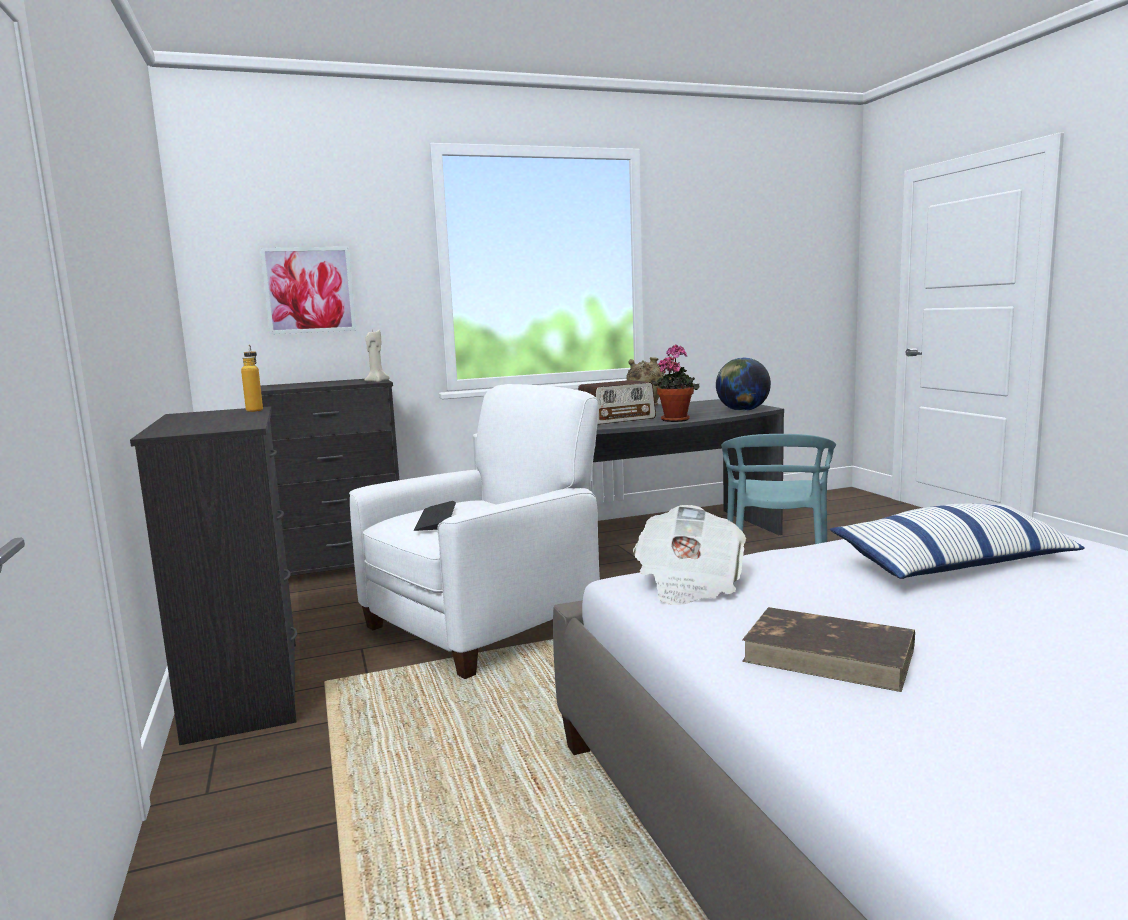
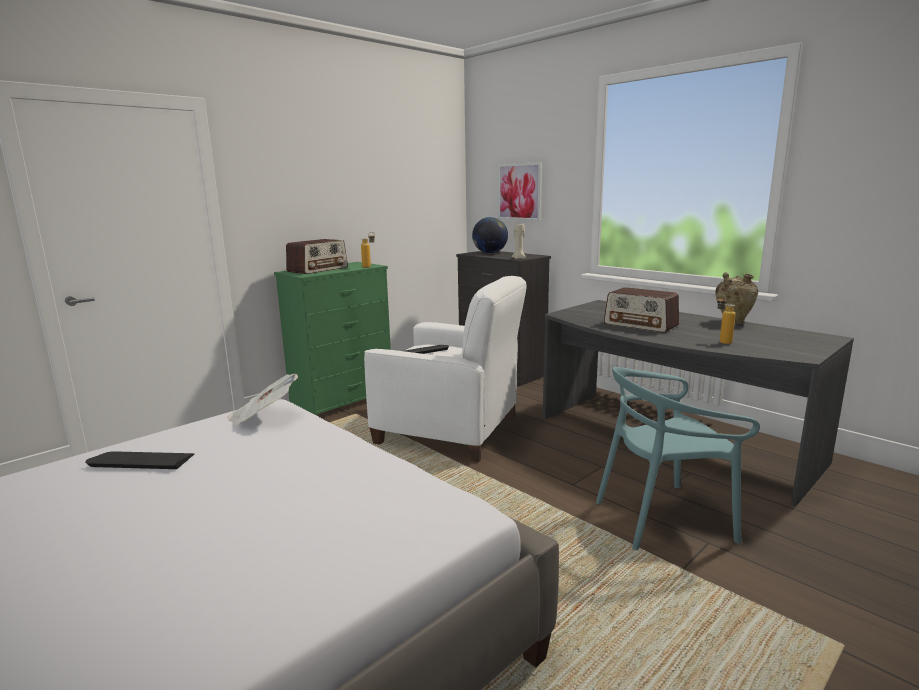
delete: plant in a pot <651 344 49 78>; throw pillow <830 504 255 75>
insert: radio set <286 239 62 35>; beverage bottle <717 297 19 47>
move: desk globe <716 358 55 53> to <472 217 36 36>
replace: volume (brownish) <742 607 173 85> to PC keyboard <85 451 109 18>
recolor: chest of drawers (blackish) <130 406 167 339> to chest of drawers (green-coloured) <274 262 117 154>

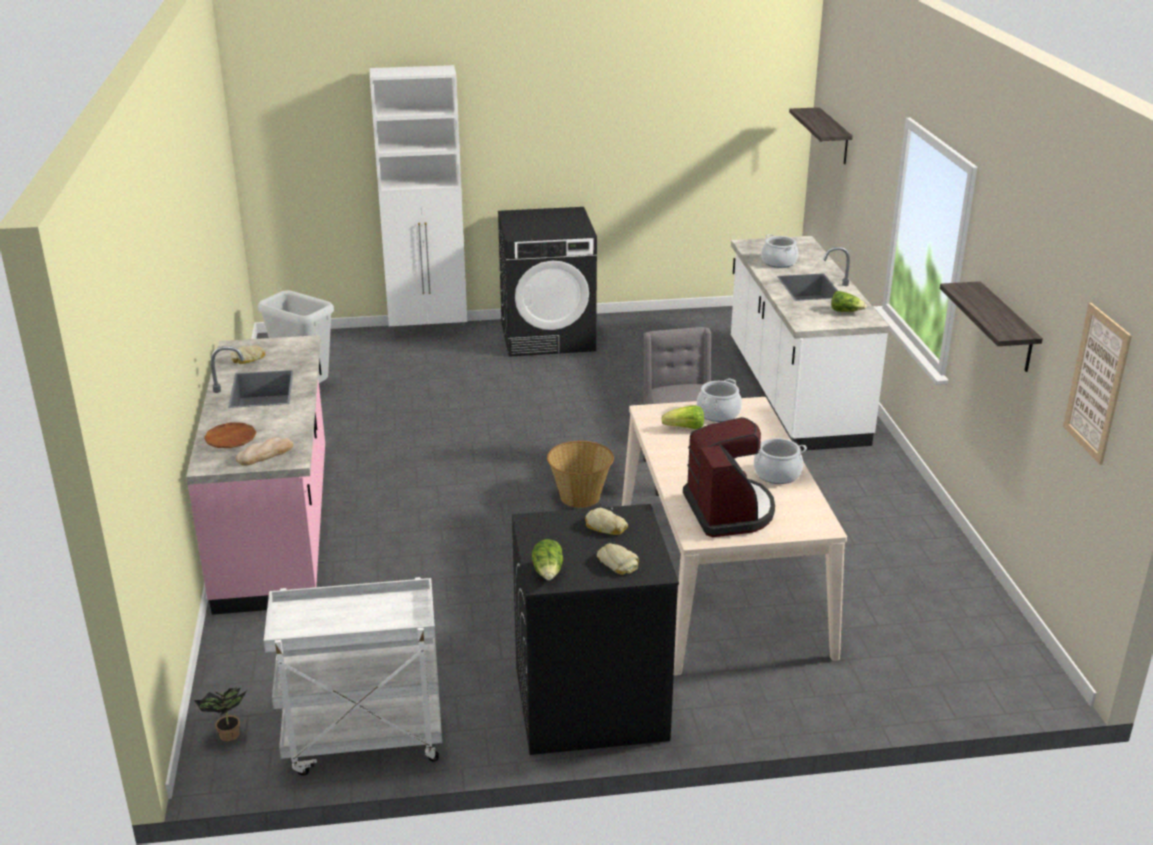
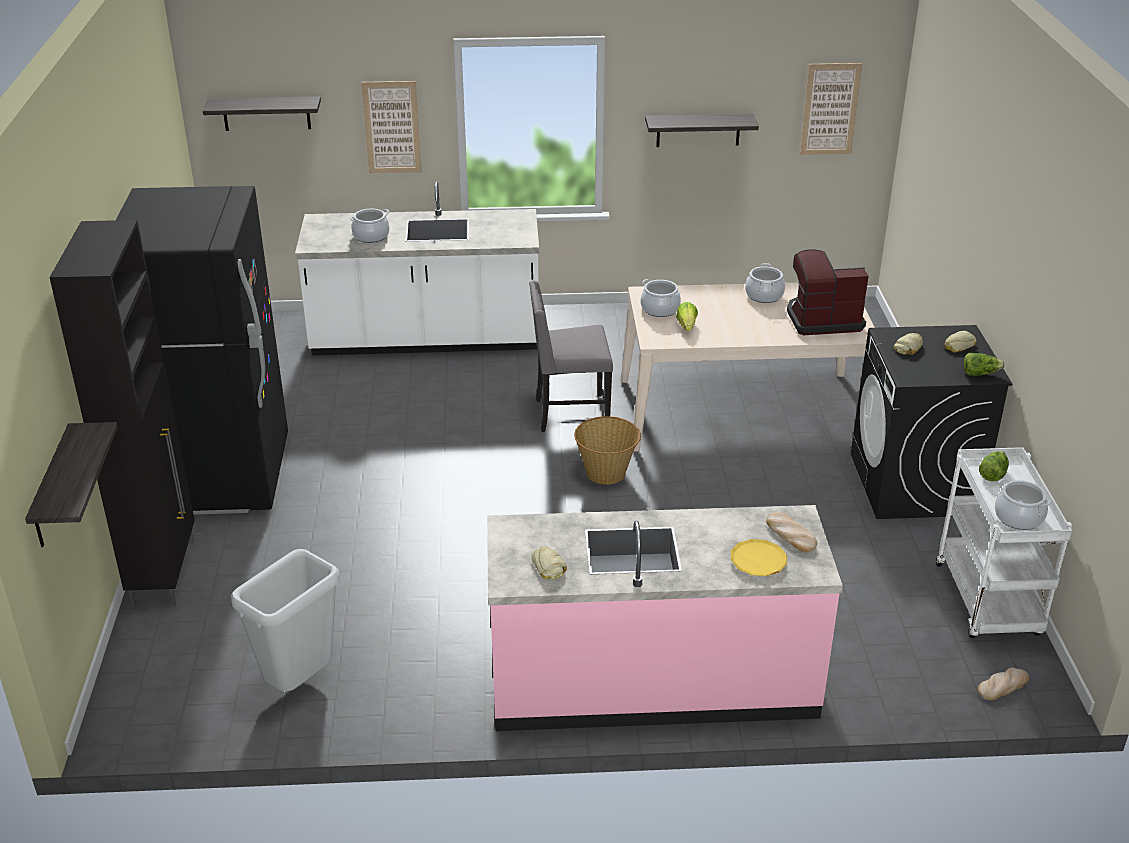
insert: bracket shelf <25 422 93 125>; wall art <361 81 61 92>; stockpot <995 479 57 51>
move: lettuce <831 291 36 21> to <979 451 30 30>
replace: laundry machine (blackish) <498 207 99 150> to kitchen fridge (blackish) <116 186 172 329>; plant in a pot <194 686 53 56> to baked bread <978 667 51 33>
recolor: cupboard (whitish) <370 65 97 277> to cupboard (blackish) <49 220 146 388>; dinner plate (brownish) <204 422 53 26> to dinner plate (yellow-coloured) <731 539 56 37>

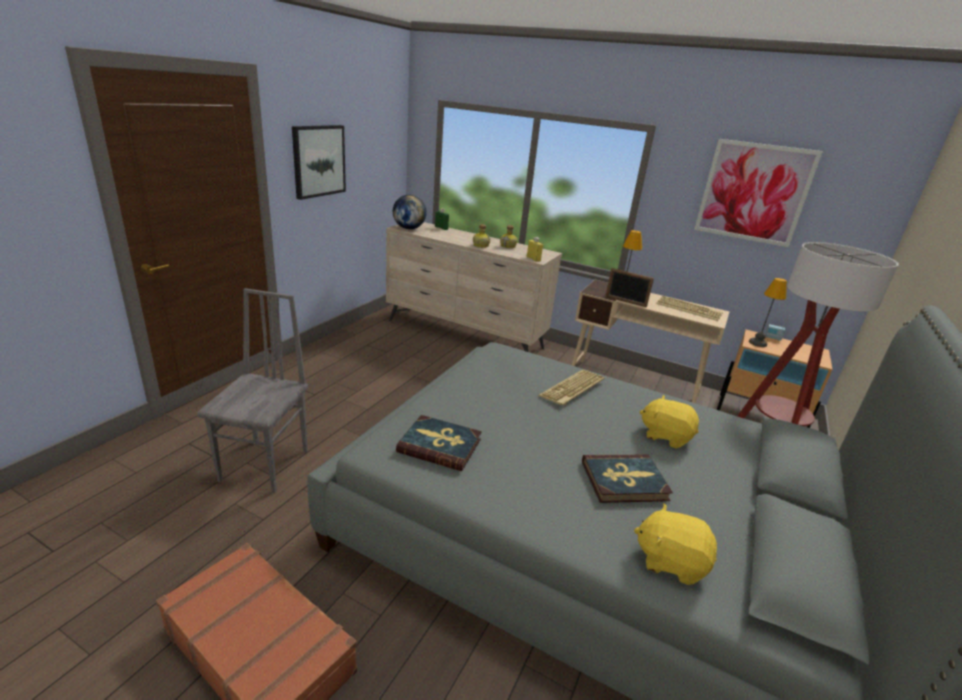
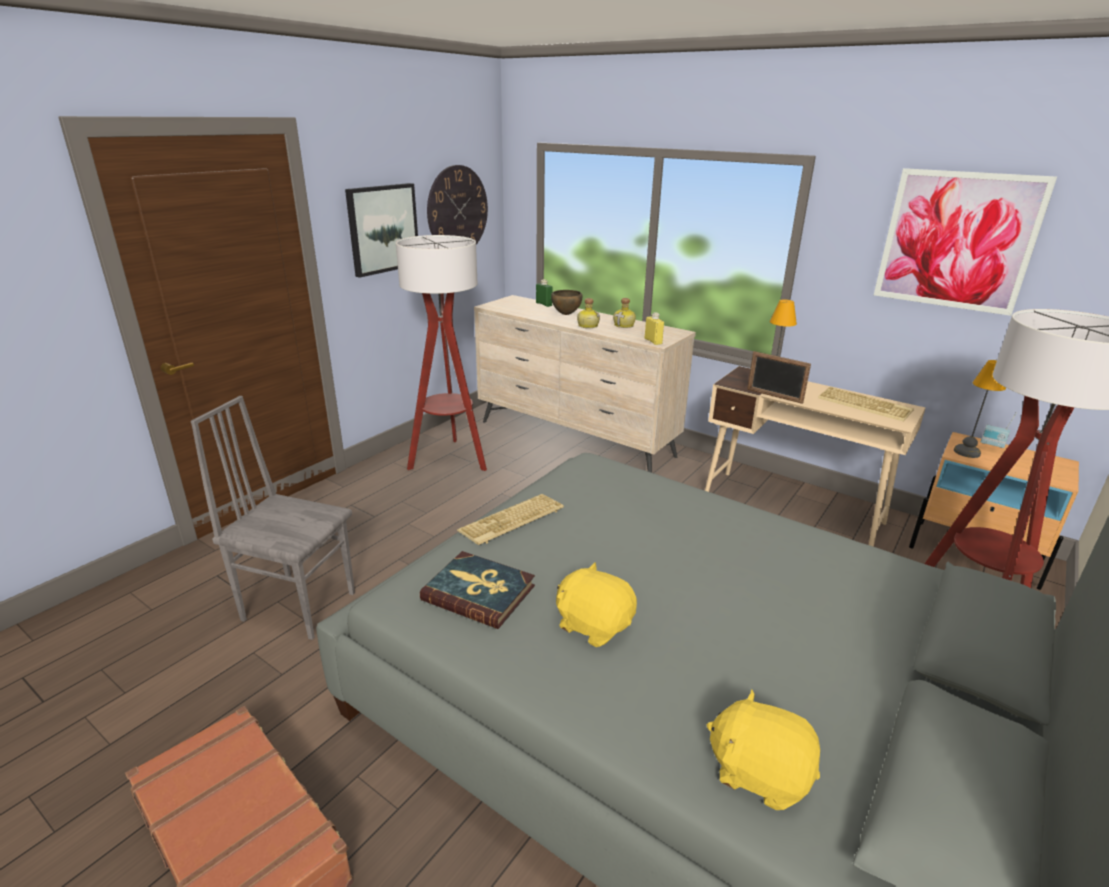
delete: desk globe <393 195 34 34>; volume <582 455 91 48>
insert: standing lamp <396 235 91 236>; wall clock <427 165 61 80>; deep dish (brownish) <551 290 32 25>
move: PC keyboard <538 370 67 36> to <457 494 107 51>; soft toy (yellow-coloured) <640 395 59 53> to <556 563 81 84>
rotate: upright chair (gray) <197 288 111 205> = <191 396 164 244> 90 degrees counterclockwise

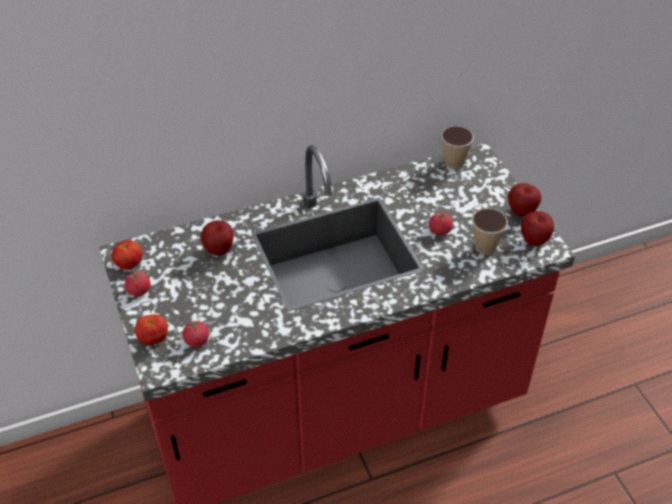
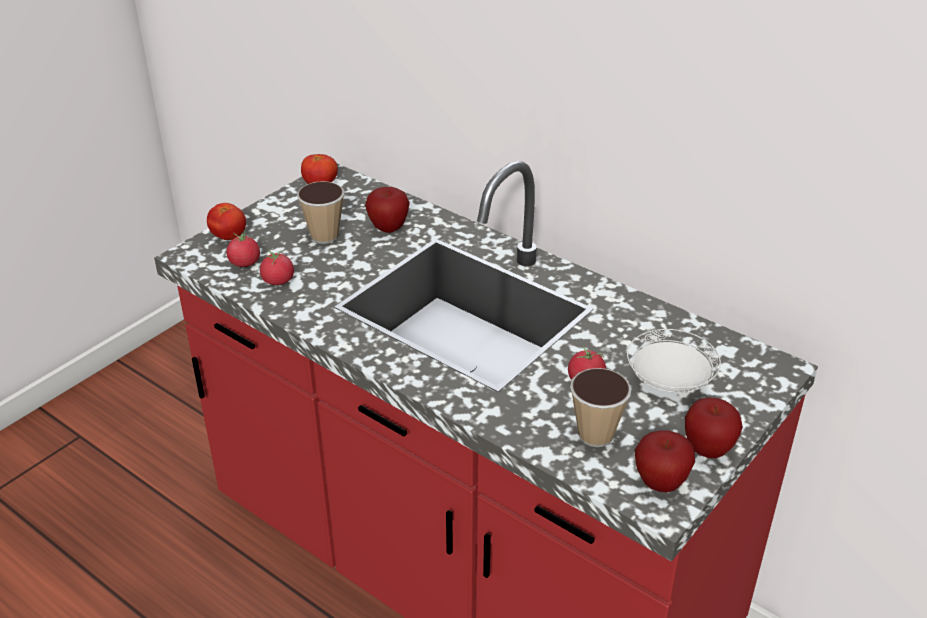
insert: dinner plate (whitish) <627 329 94 64>
move: fresh tomato <125 271 25 25> to <260 250 34 35>; cup <441 126 33 43> to <297 181 47 63>

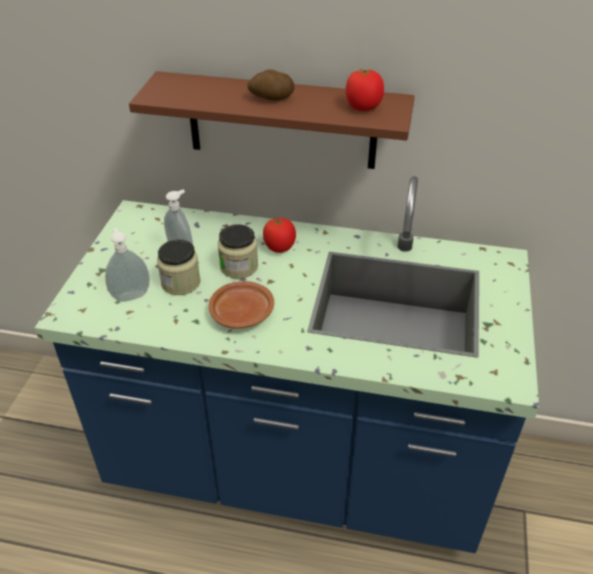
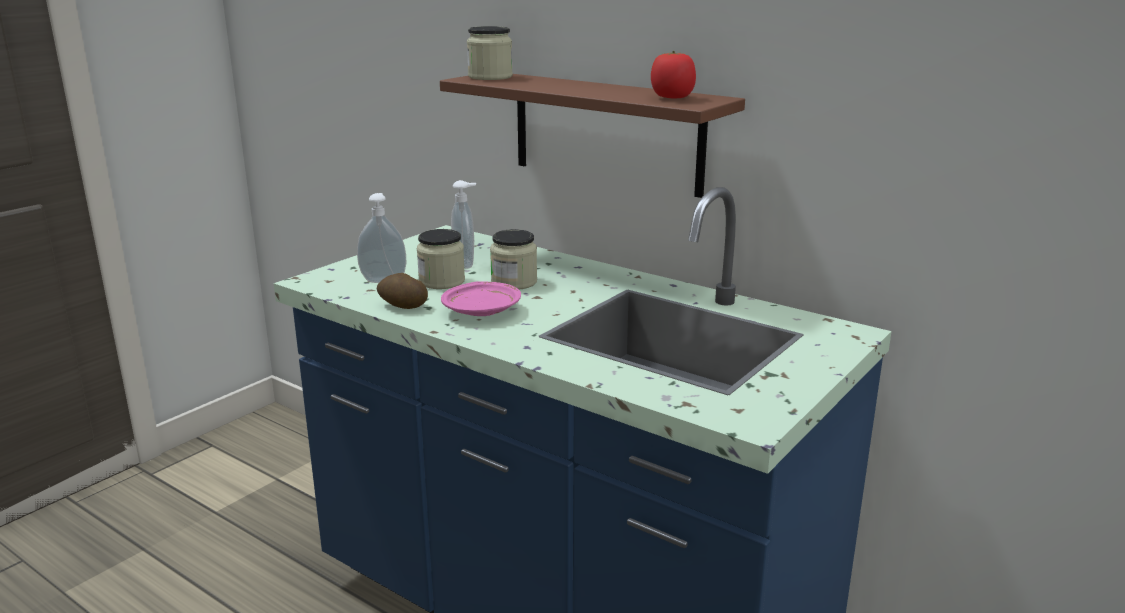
delete: fresh tomato <263 217 33 36>
insert: storage jar <467 26 46 54>
move: potato <247 69 47 32> to <377 273 51 36>
recolor: dinner plate (brownish) <209 281 65 48> to dinner plate (pinkish) <441 281 80 35>

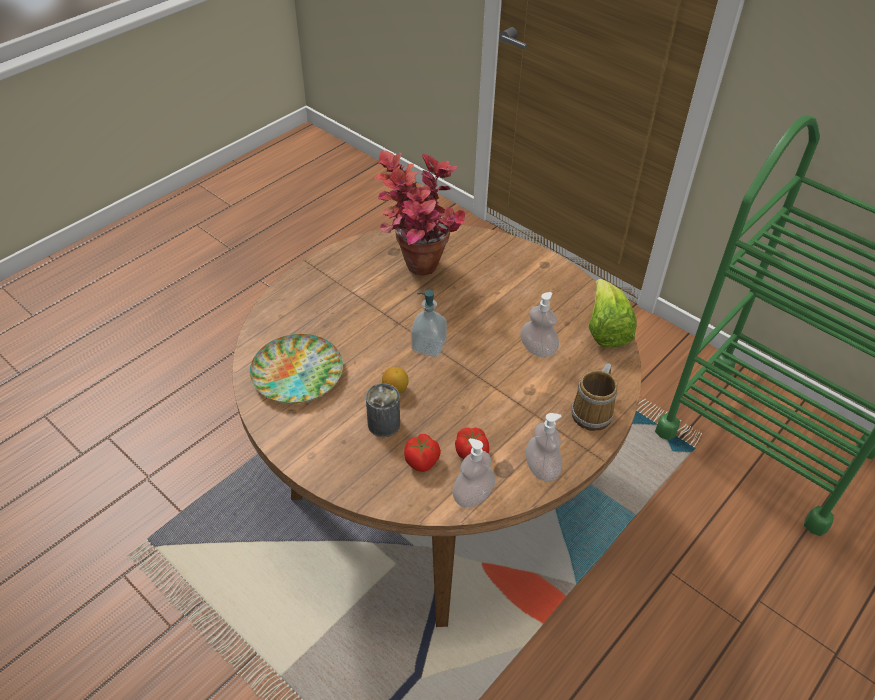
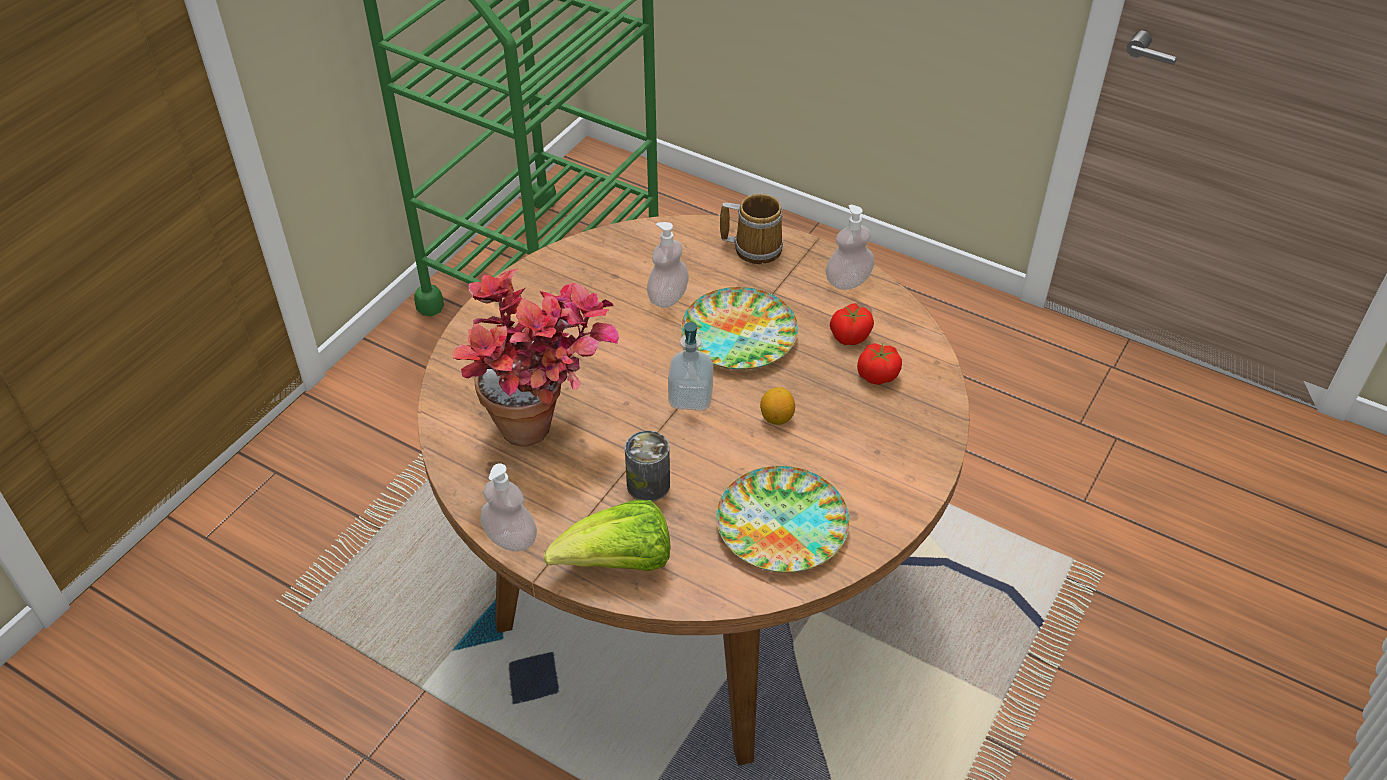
insert: dinner plate <681 287 117 83>
move: soap bottle <453 438 42 69> to <480 463 57 89>; lettuce <588 279 49 69> to <544 500 127 71>; metal can <366 384 34 53> to <625 431 45 71>

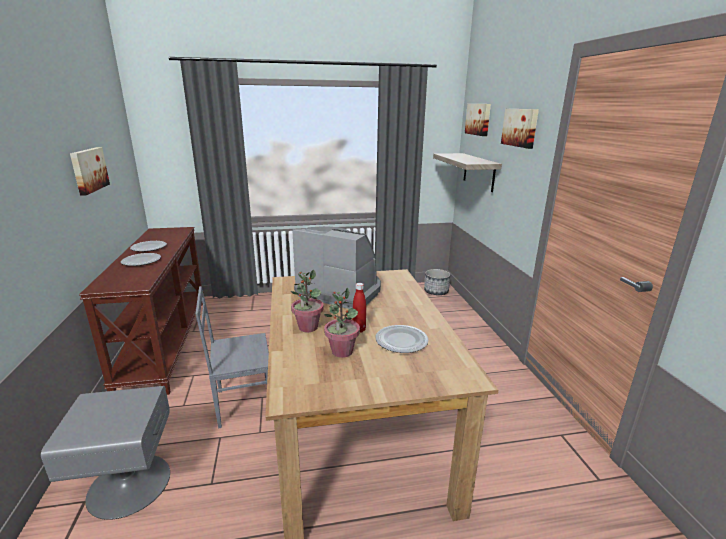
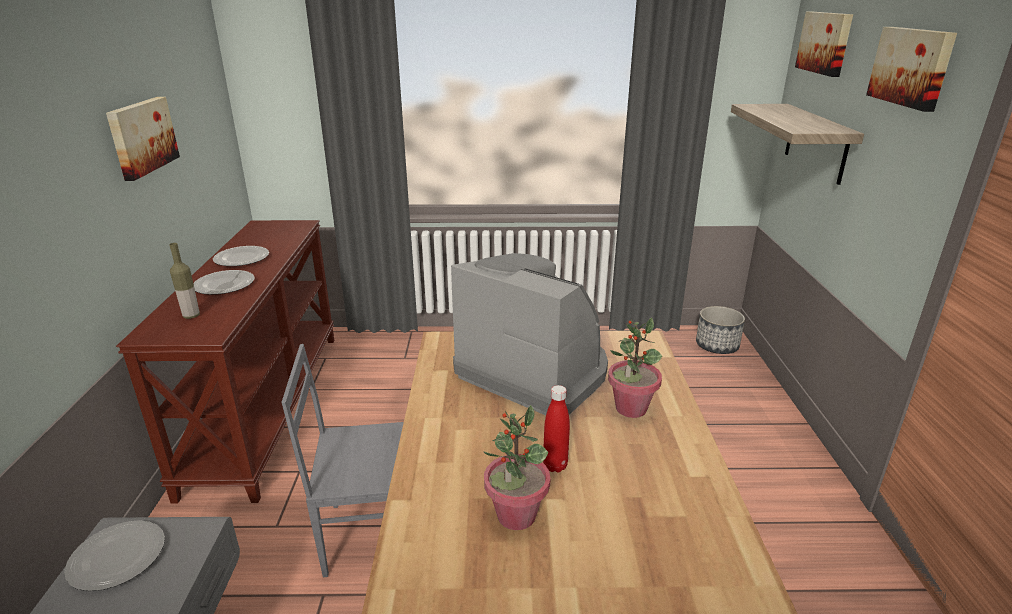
insert: beverage bottle <169 243 31 76>
move: dinner plate <375 325 53 28> to <64 520 101 71>; plant in a pot <291 270 33 62> to <608 317 54 101>

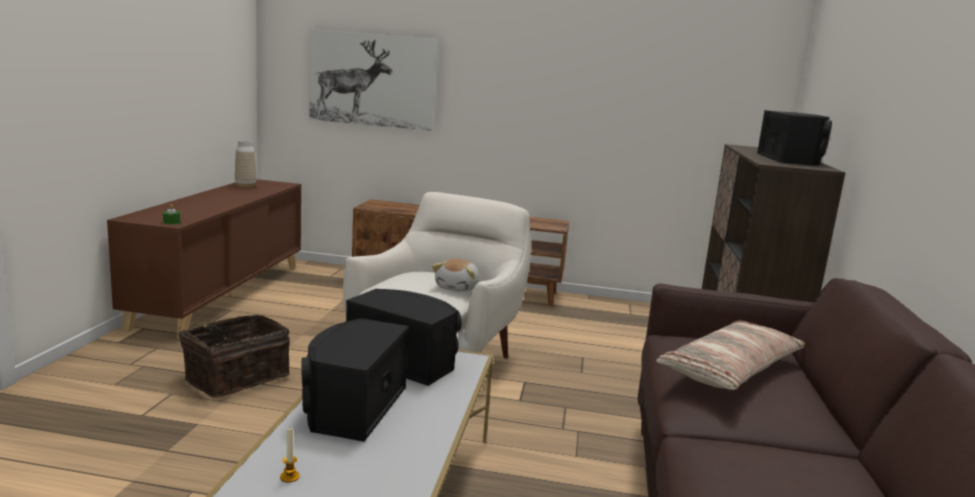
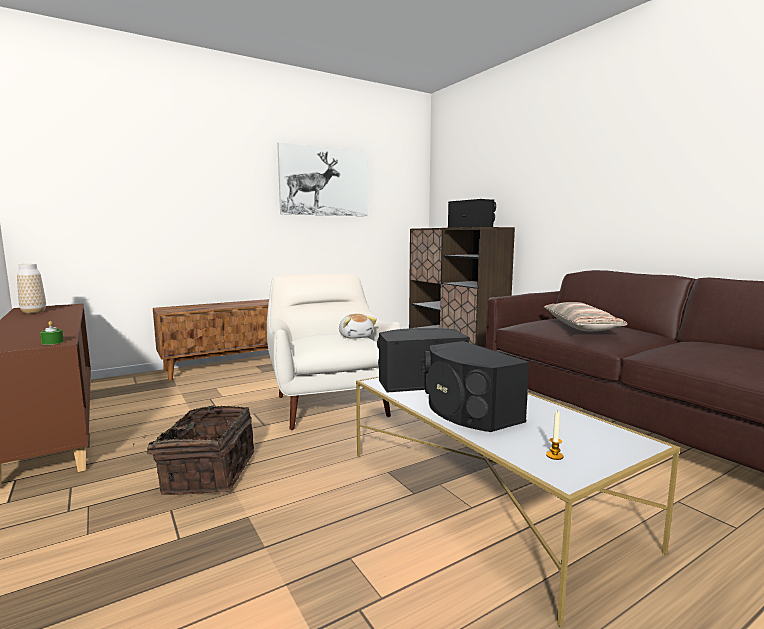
move: wall art <309 30 130 101> to <277 142 91 74>

